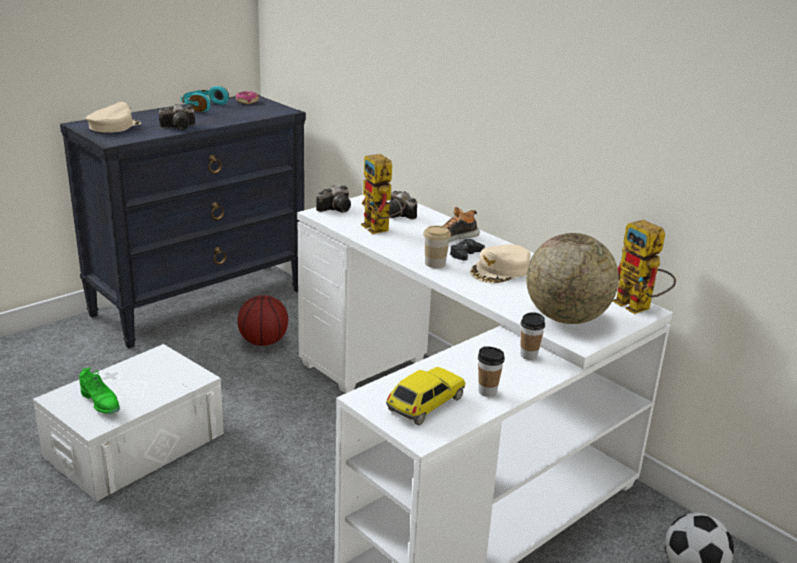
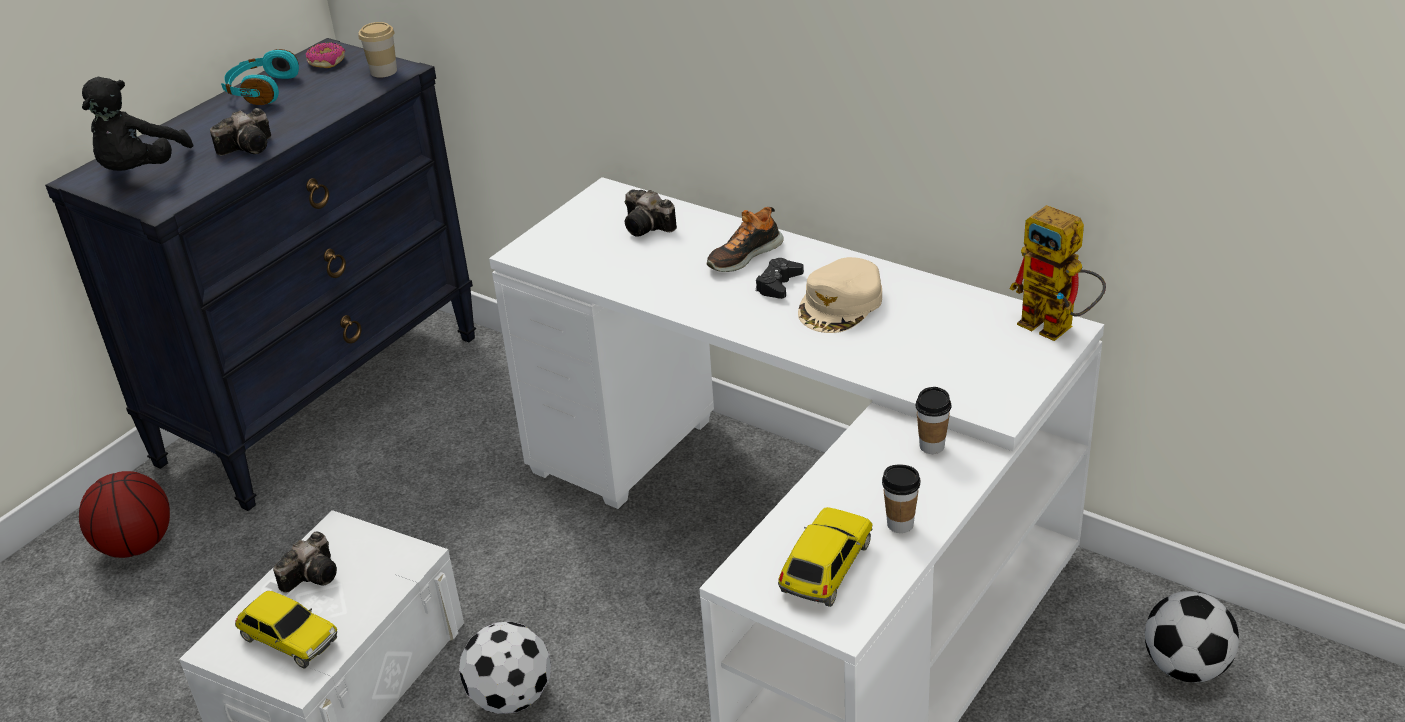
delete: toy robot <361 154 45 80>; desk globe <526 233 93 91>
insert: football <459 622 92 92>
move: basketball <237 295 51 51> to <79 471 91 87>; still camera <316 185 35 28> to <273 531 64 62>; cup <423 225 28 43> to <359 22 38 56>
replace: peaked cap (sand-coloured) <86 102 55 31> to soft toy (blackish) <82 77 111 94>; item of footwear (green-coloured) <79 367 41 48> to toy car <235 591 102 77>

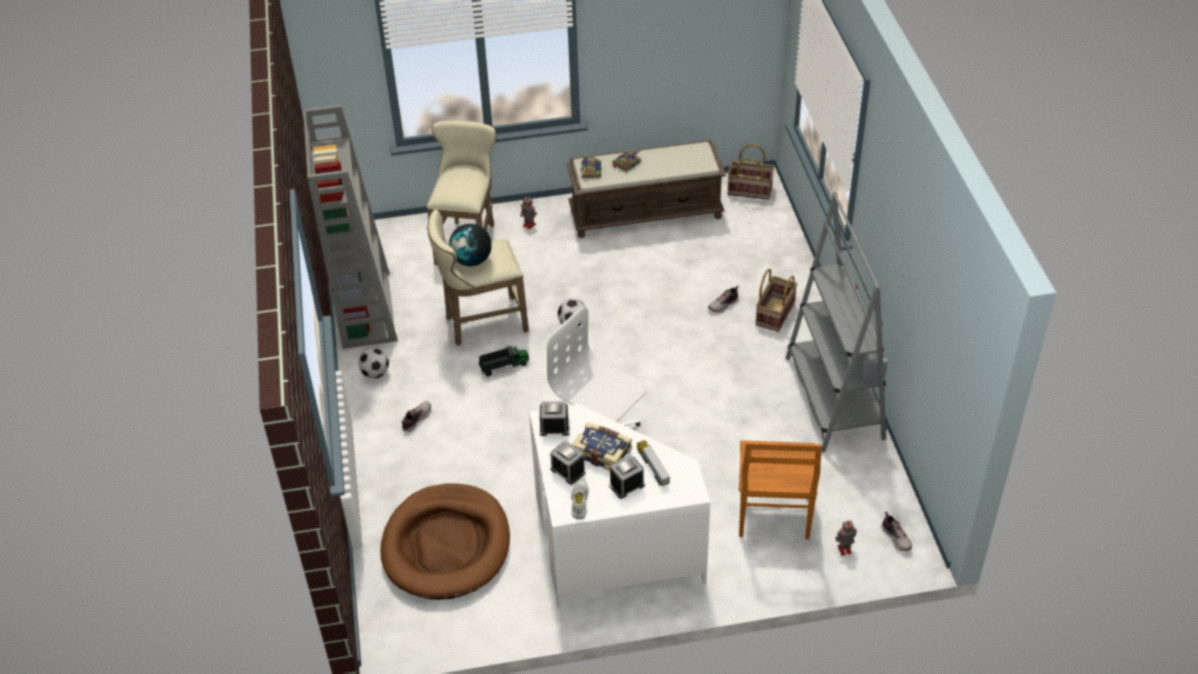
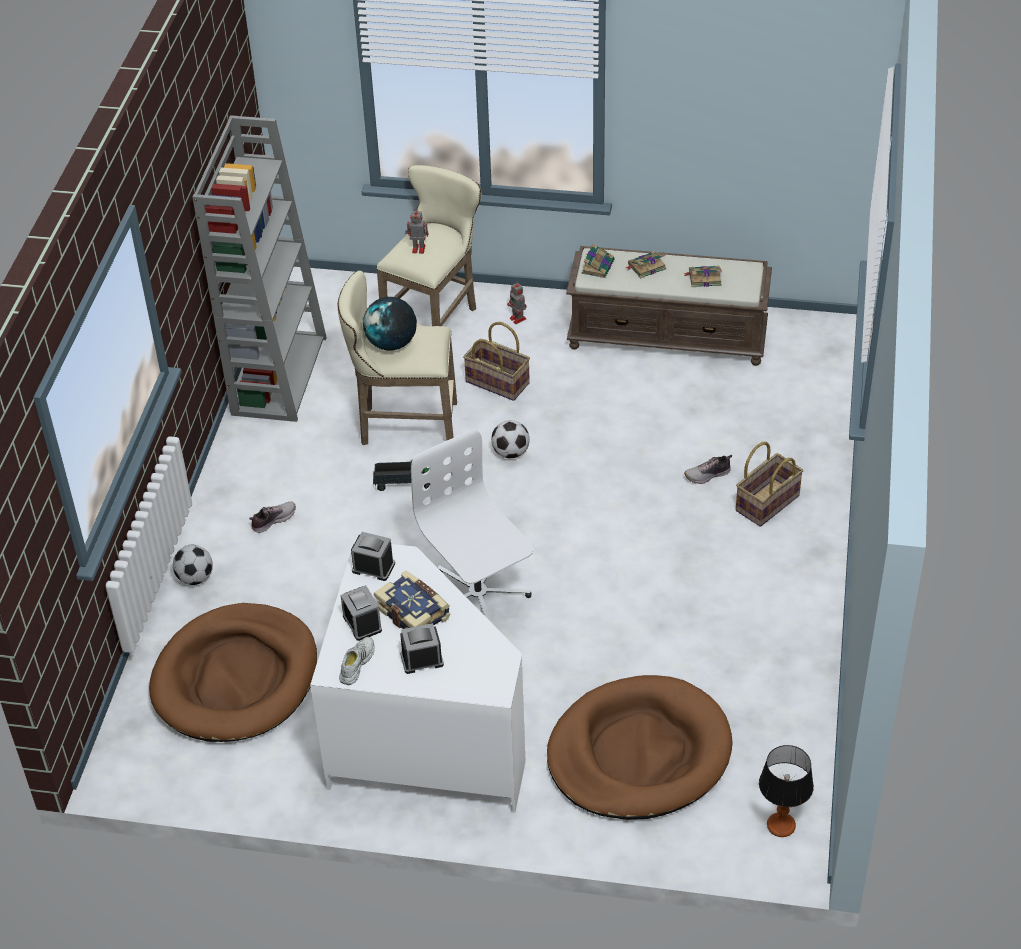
delete: toy lorry <637 440 33 46>; bookcase (gray) <786 191 102 261>
insert: volume <683 266 39 21>
move: football <358 348 31 30> to <173 545 40 40>; toy robot <835 520 22 36> to <405 208 24 46>; household basket <728 144 47 56> to <463 322 67 79>
replace: upright chair (brownish) <739 440 83 100> to dog cushion (brownish) <547 675 186 145>; item of footwear <882 511 30 40> to tabletop lamp <759 745 55 92>

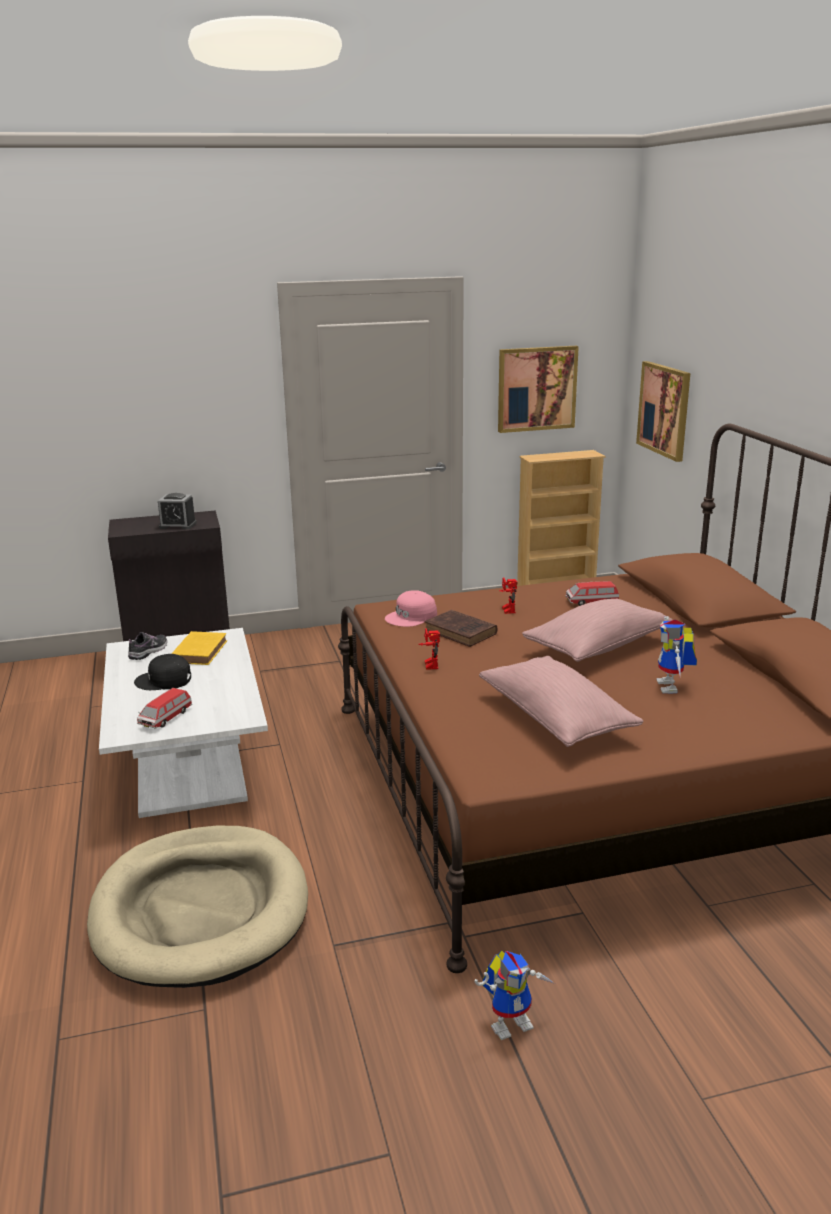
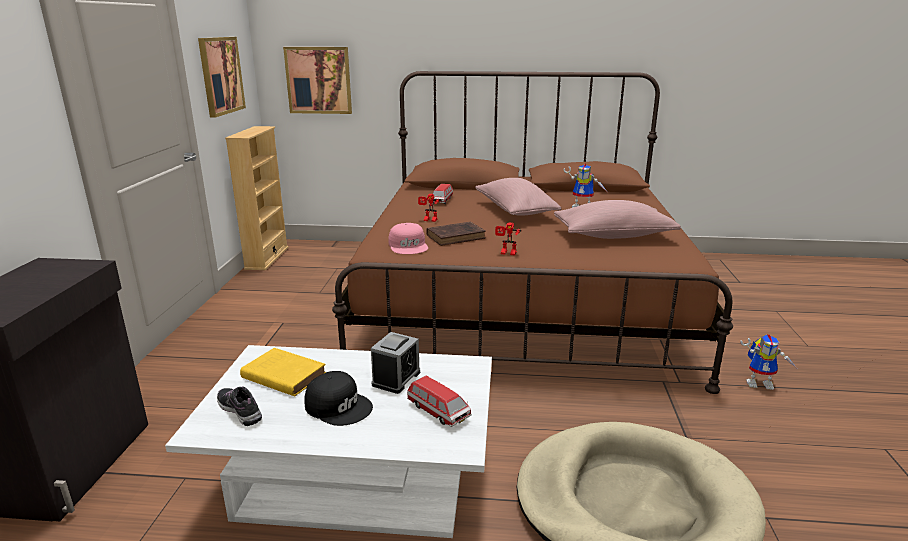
move: alarm clock <158 493 39 36> to <371 332 49 62>
rotate: peaked cap (blackish) <134 654 57 36> = <304 371 69 55> 75 degrees counterclockwise; toy robot <475 950 79 90> = <740 335 56 55> 105 degrees clockwise

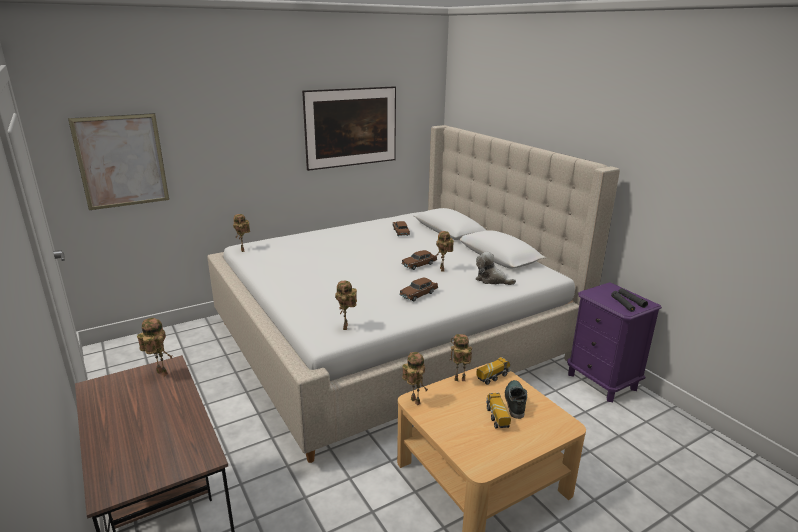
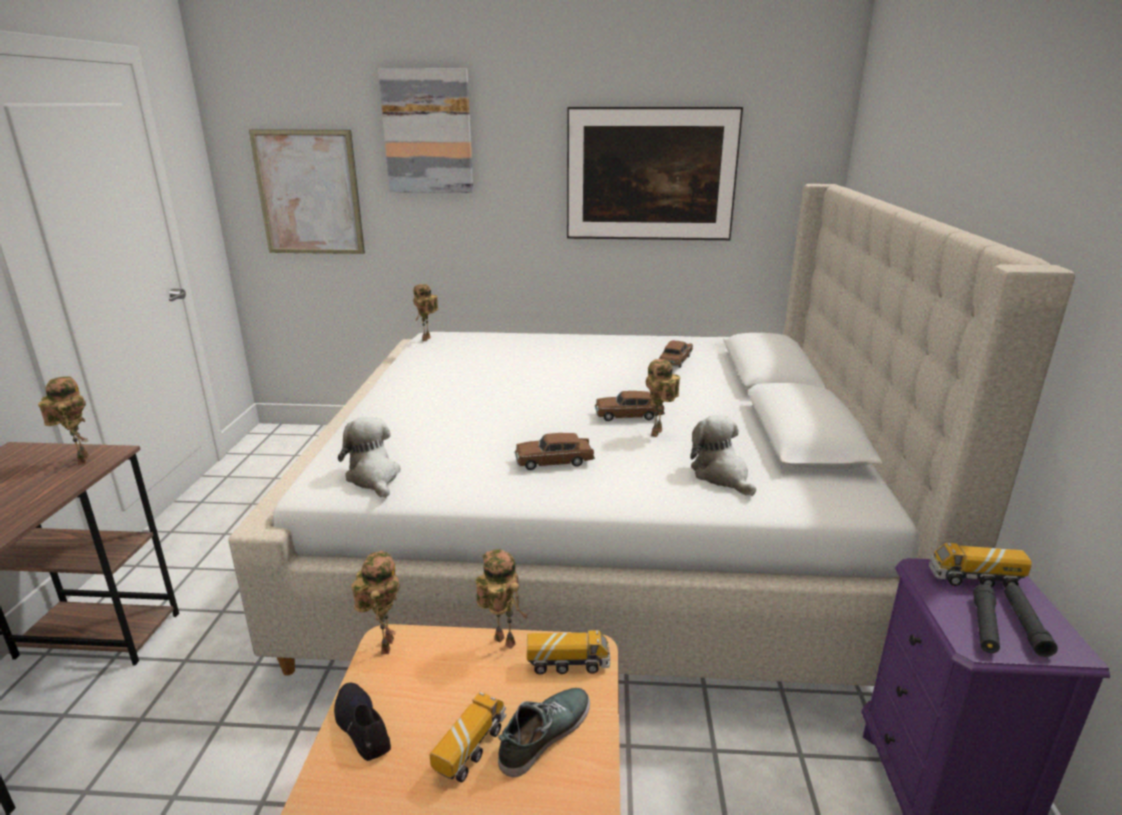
insert: item of footwear (blackish) <334 683 57 78>; wall art <378 69 95 124>; toy lorry <929 543 103 44>
replace: toy robot <335 281 22 49> to soft toy <338 417 63 81>

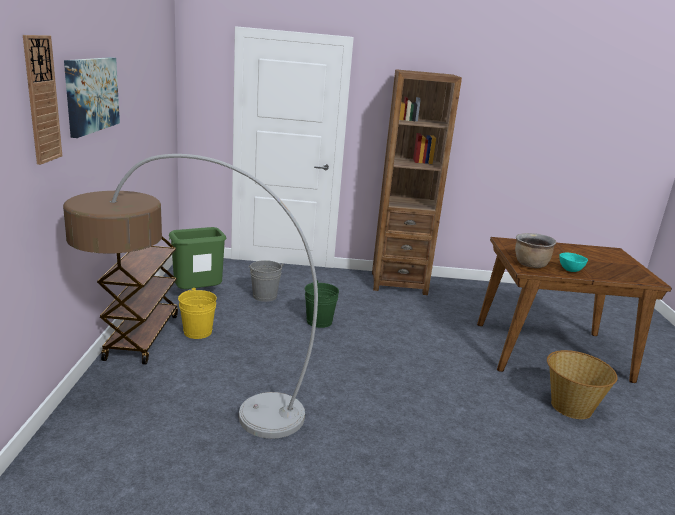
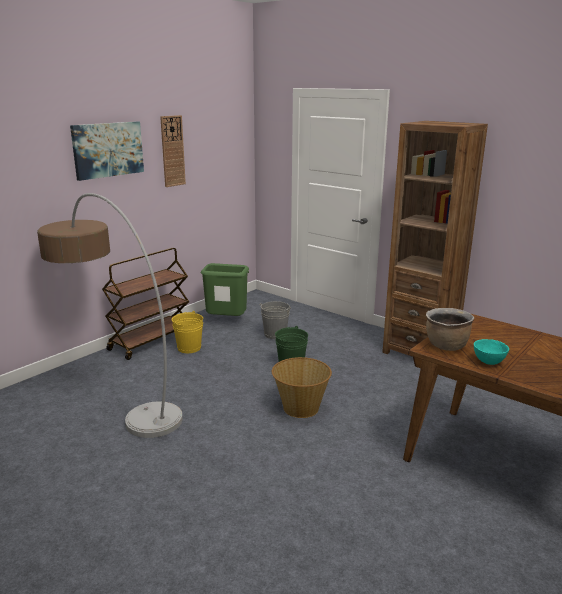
move: wall clock <23 35 39 130> to <160 115 26 72>; household basket <547 350 71 69> to <272 357 60 61>

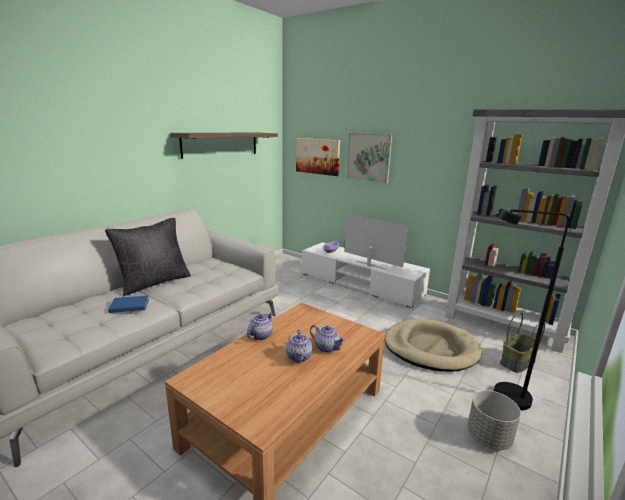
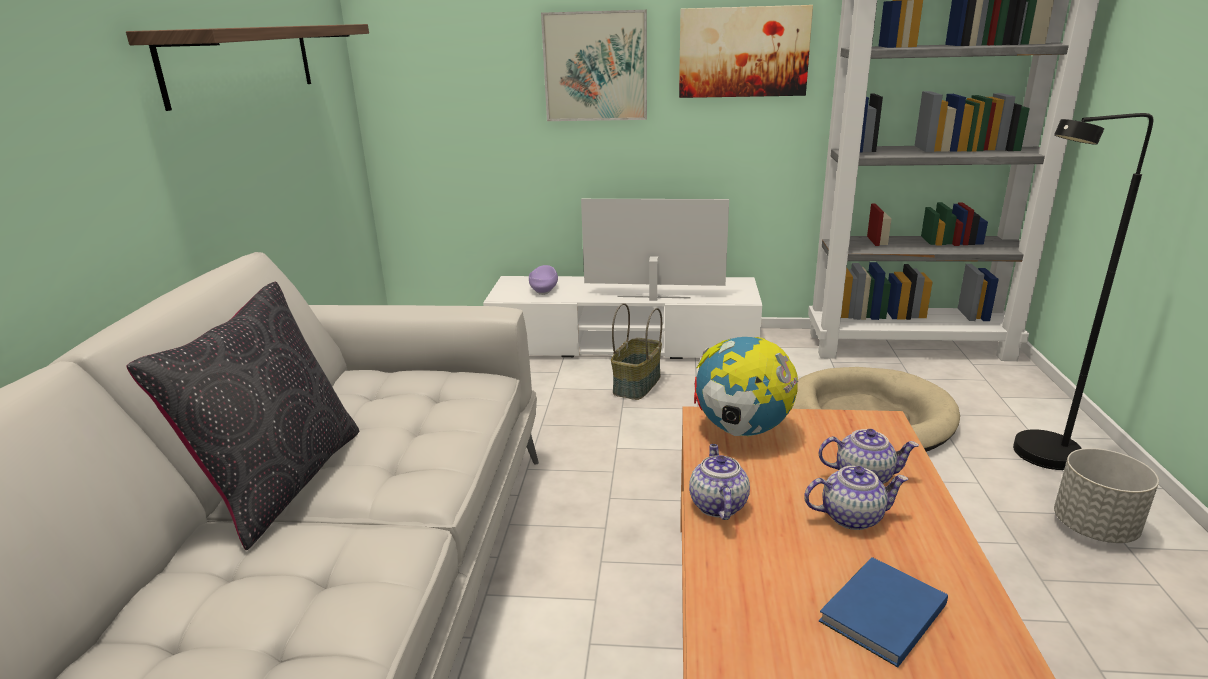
insert: desk globe <694 337 104 100>
move: household basket <500 312 45 61> to <611 303 51 97>; wall art <296 138 44 38> to <679 5 134 93>; volume (blue-coloured) <108 295 41 18> to <819 557 129 110>
rotate: tea pot <286 330 27 33> = <804 466 105 64> 60 degrees counterclockwise

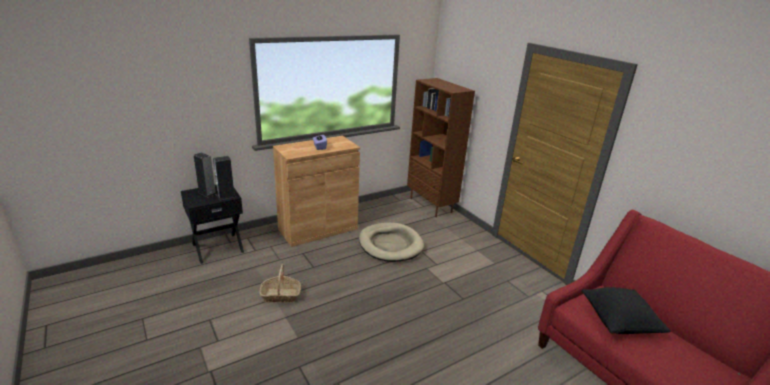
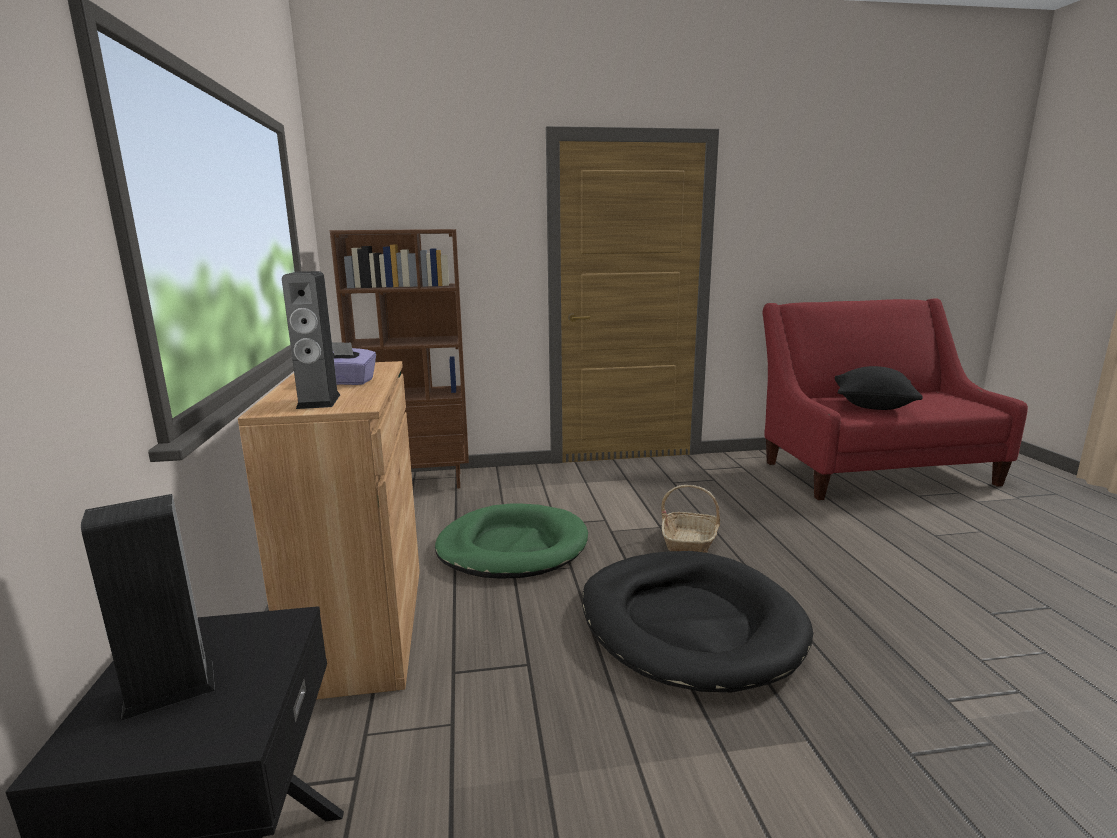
insert: dog cushion (blackish) <582 551 231 141>
move: loudspeaker <213 156 23 44> to <282 271 58 138>; household basket <260 264 41 39> to <661 485 59 68>
recolor: dog cushion (sand-coloured) <359 223 65 39> to dog cushion (green-coloured) <435 503 153 76>

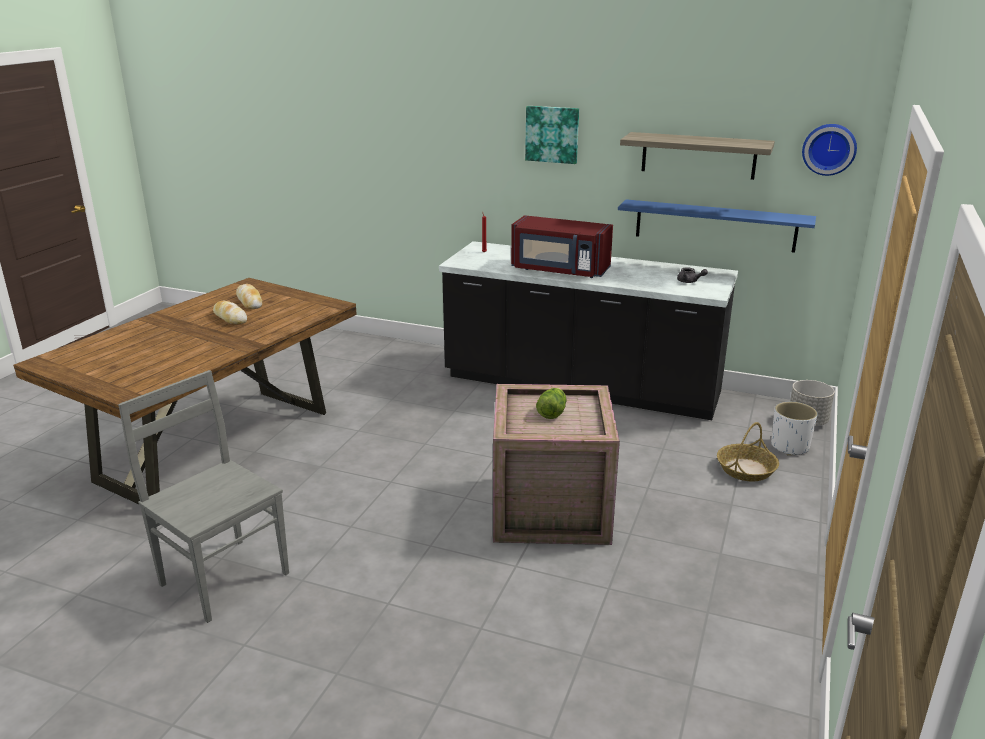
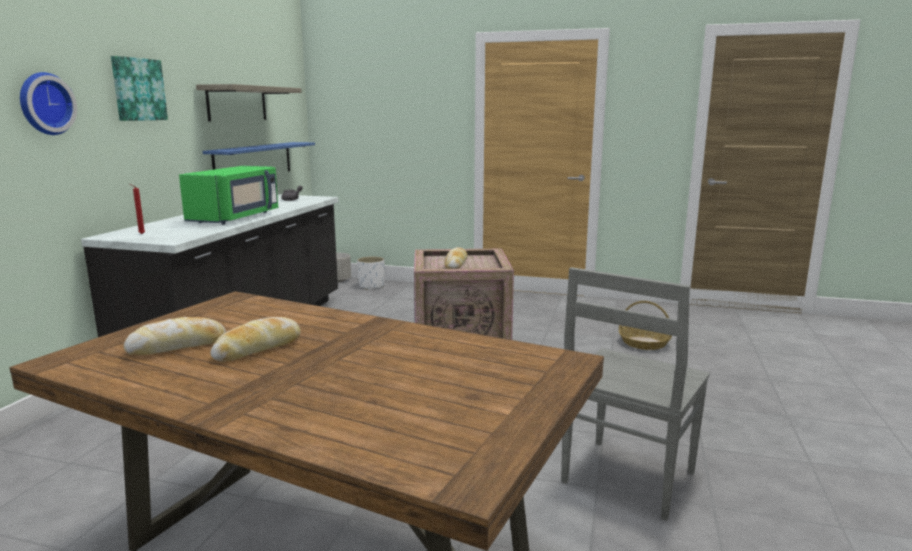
move: wall clock <802 124 55 52> to <20 72 57 63>; household basket <717 422 62 60> to <619 301 53 49>
replace: lettuce <536 388 31 31> to baked bread <444 247 24 22>
recolor: kitchen microwave (red) <511 215 102 63> to kitchen microwave (green-coloured) <179 166 99 58>

